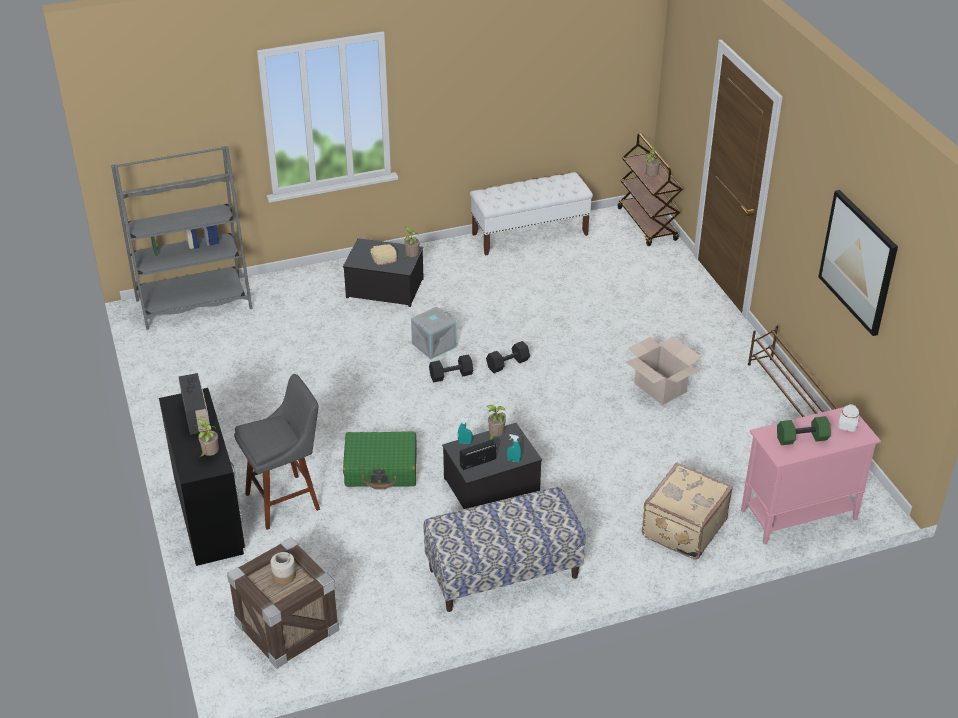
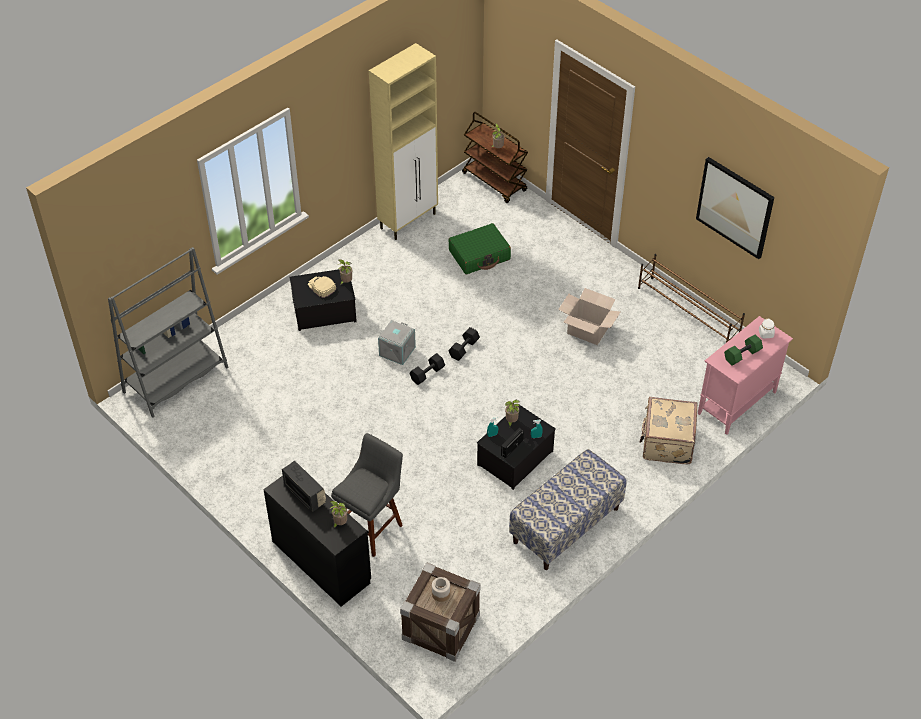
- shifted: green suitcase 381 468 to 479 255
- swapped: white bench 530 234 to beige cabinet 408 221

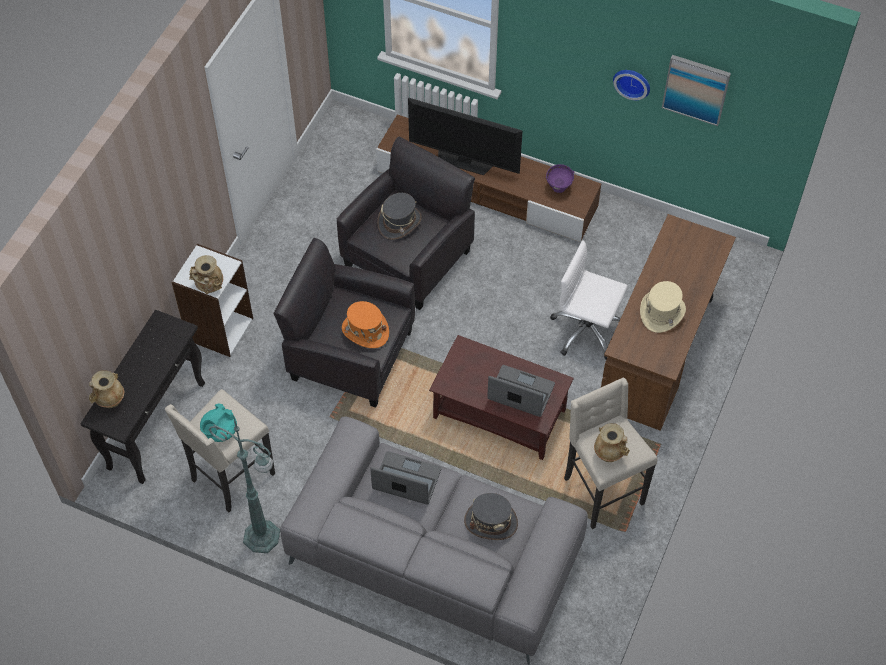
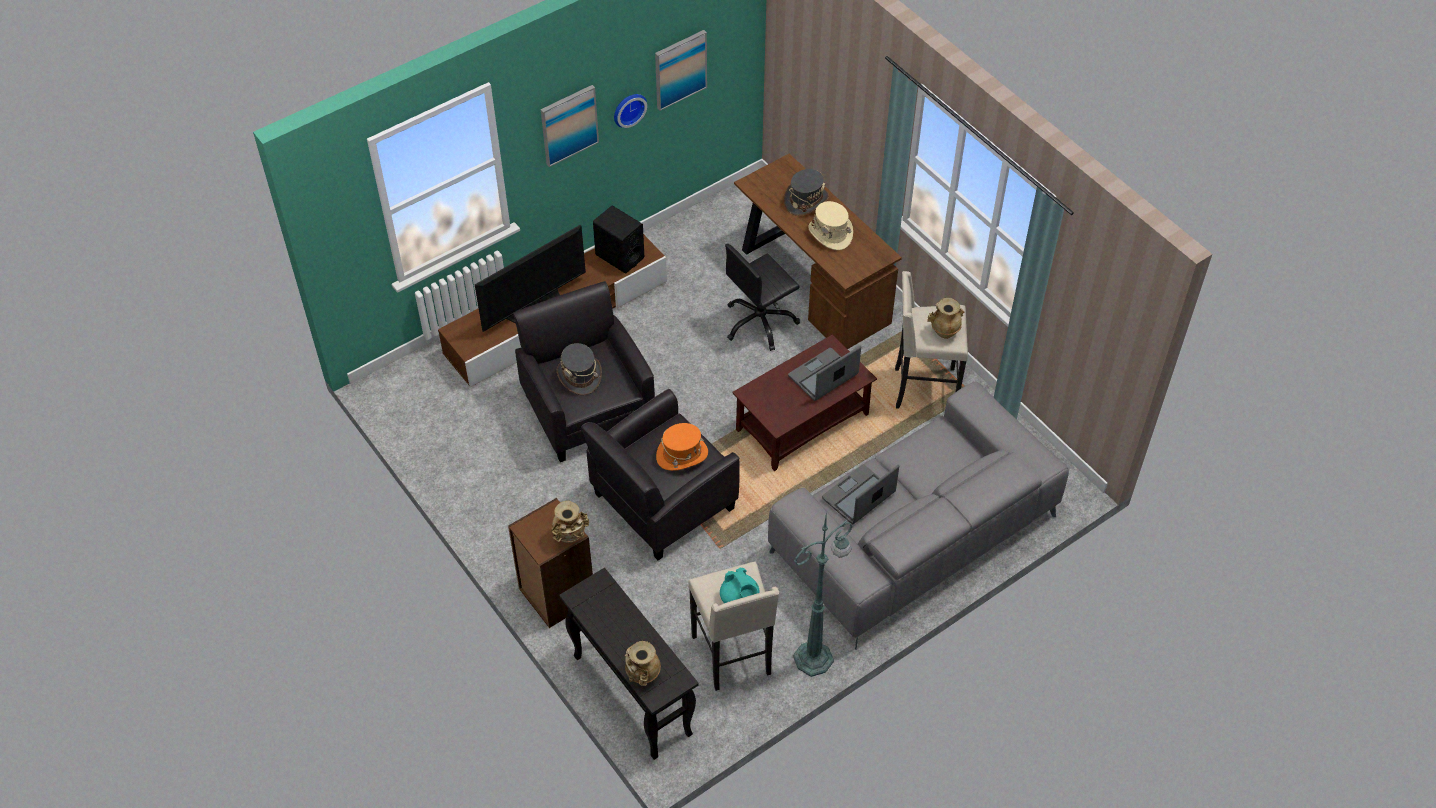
- new: picture 569 124
- shifted: grey hat 491 522 to 806 200
- swapped: purple bowl 559 189 to black speaker 619 256
- repainted: white bookcase 219 329 to brown bookcase 556 594
- repainted: white office chair 586 331 to black office chair 760 323

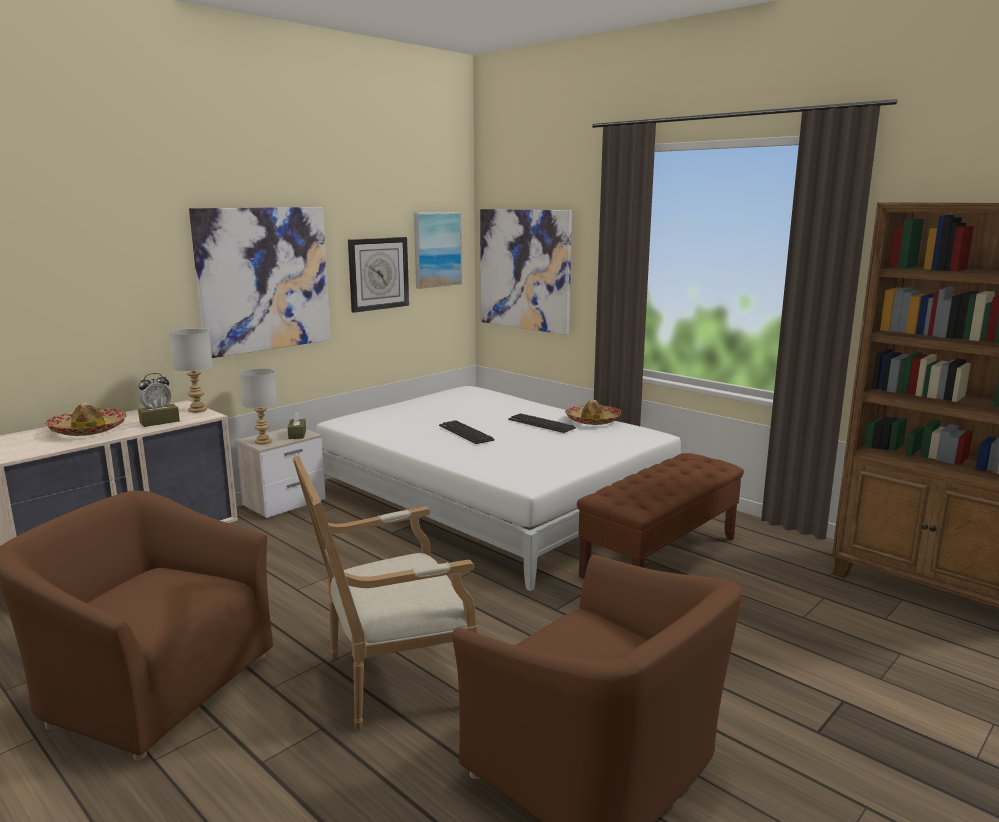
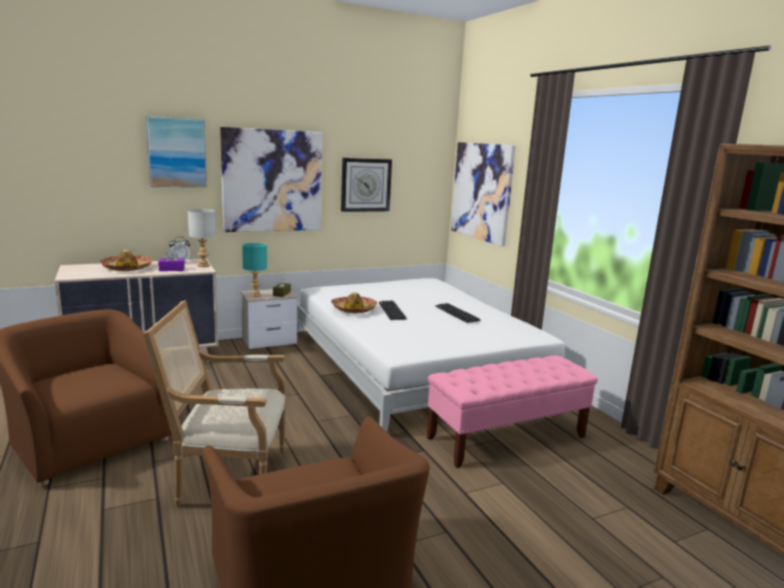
- shifted: picture 437 249 to 177 152
- shifted: hat 592 420 to 354 309
- repainted: brown tissue box 159 422 to purple tissue box 172 269
- repainted: grey table lamp 262 442 to turquoise table lamp 255 295
- repainted: brown bench 660 556 to pink bench 507 437

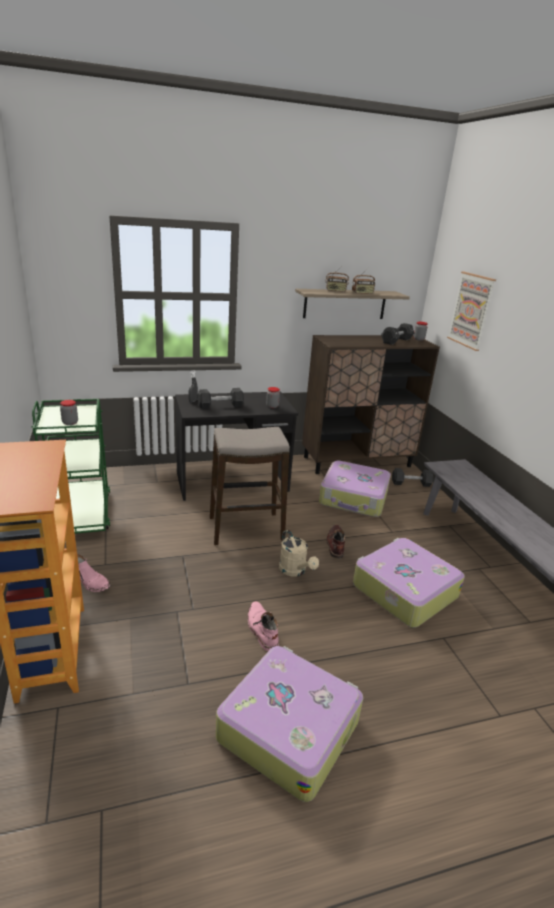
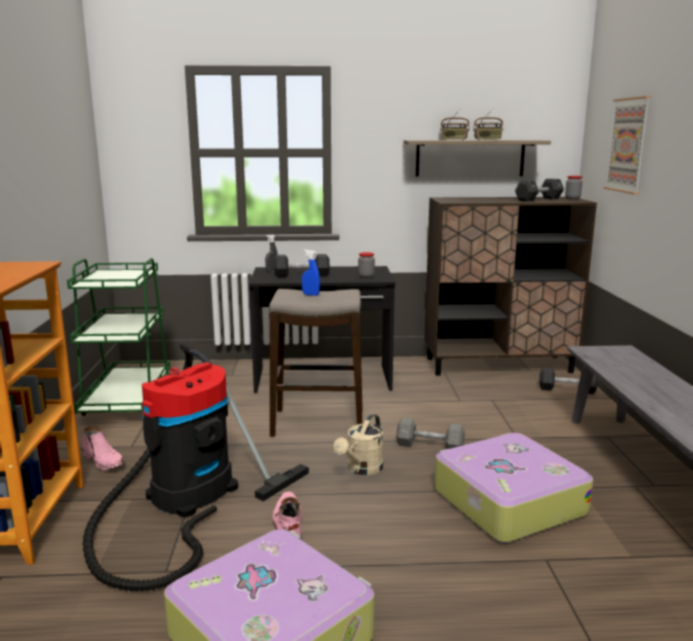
- gone: jar 70 423
- gone: suitcase 354 498
- new: vacuum cleaner 186 498
- new: blue spray bottle 310 294
- swapped: brown boot 335 544 to grey dumbbell 429 446
- rotated: beige watering can 295 571 = 362 469 45 degrees clockwise

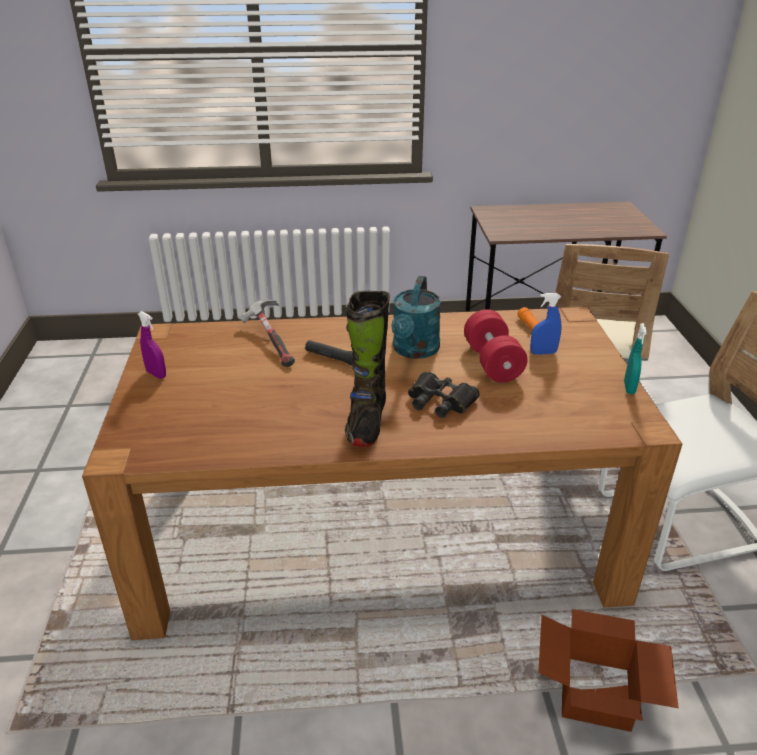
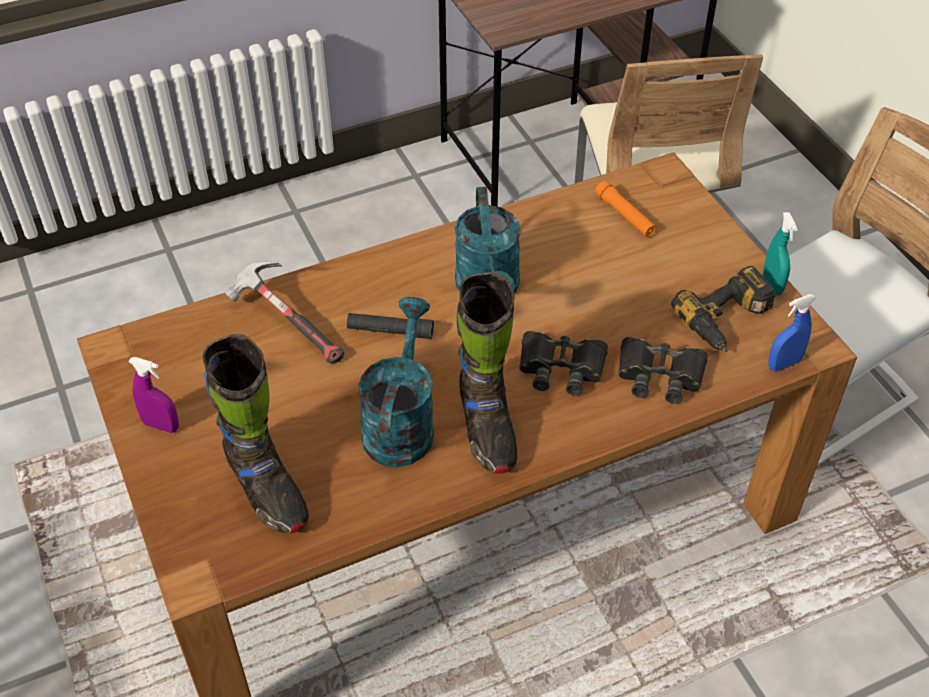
- gone: red dumbbell 492 362
- gone: cardboard box 598 695
- new: black boot 266 490
- new: turquoise watering can 400 423
- new: black binoculars 660 375
- new: power drill 728 321
- shifted: blue spray bottle 543 353 to 784 364

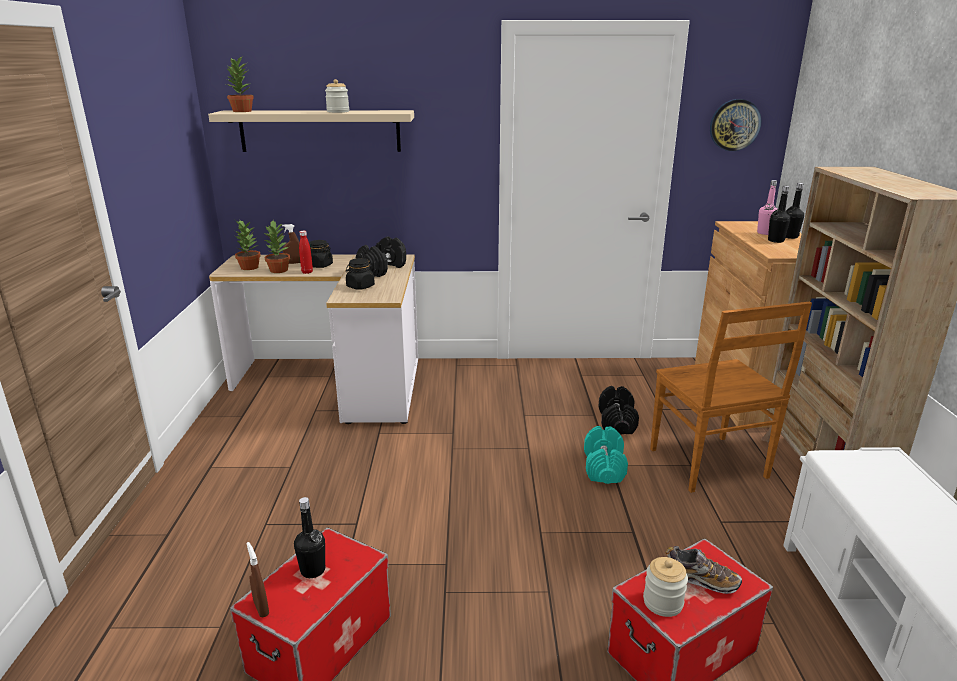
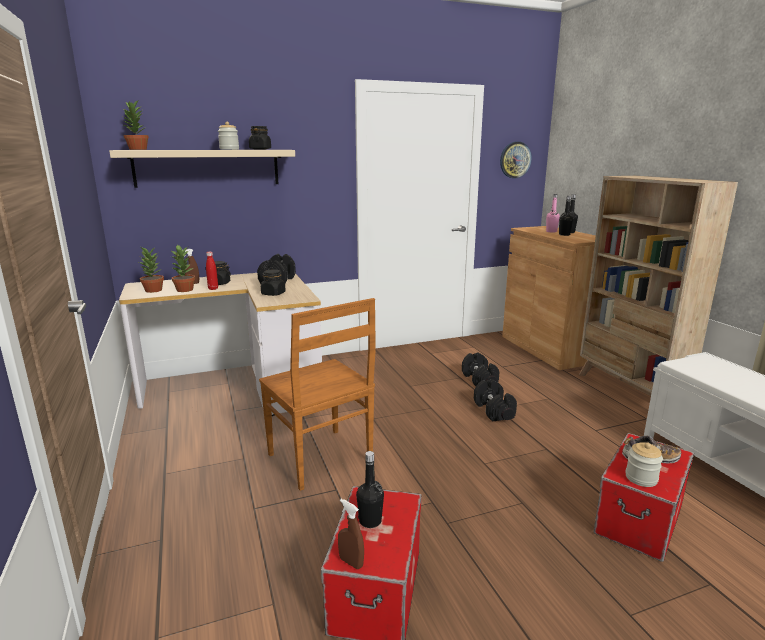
- new: black jar 260 149
- shifted: brown chair 709 465 to 321 459
- repainted: turquoise dumbbell 604 467 to black dumbbell 494 411

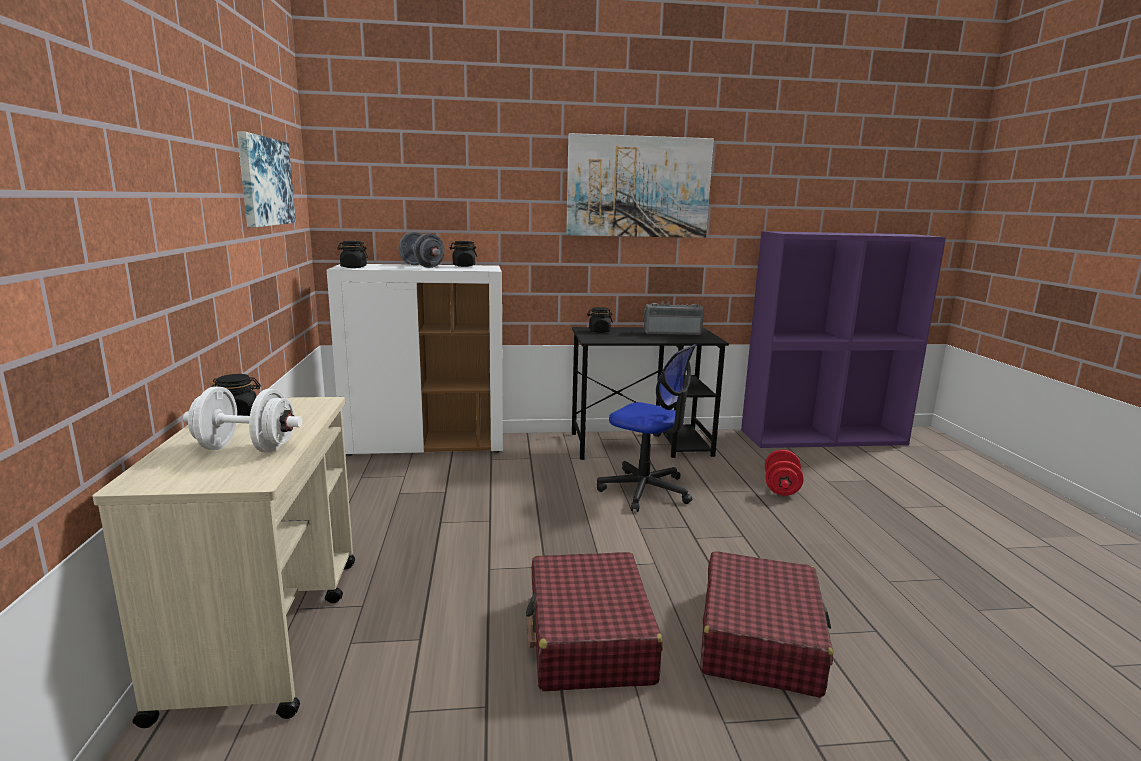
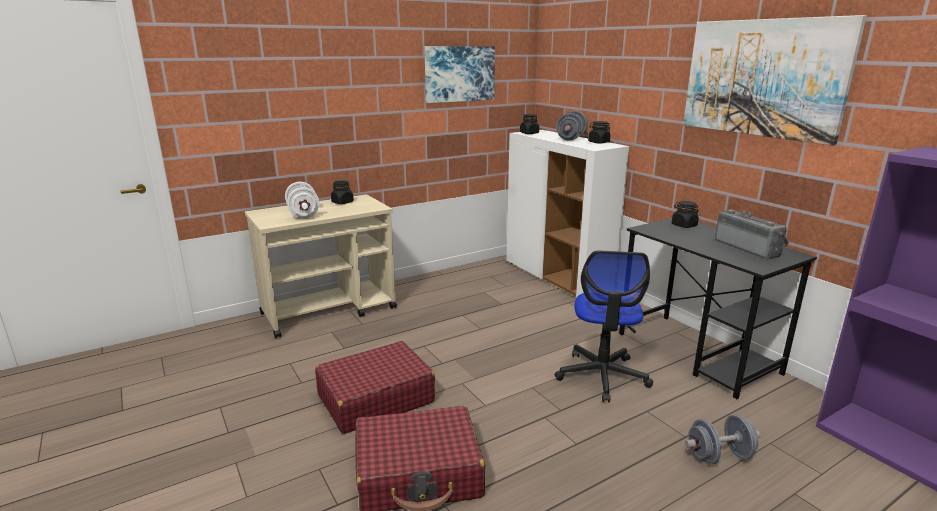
- repainted: red dumbbell 781 488 to grey dumbbell 719 456

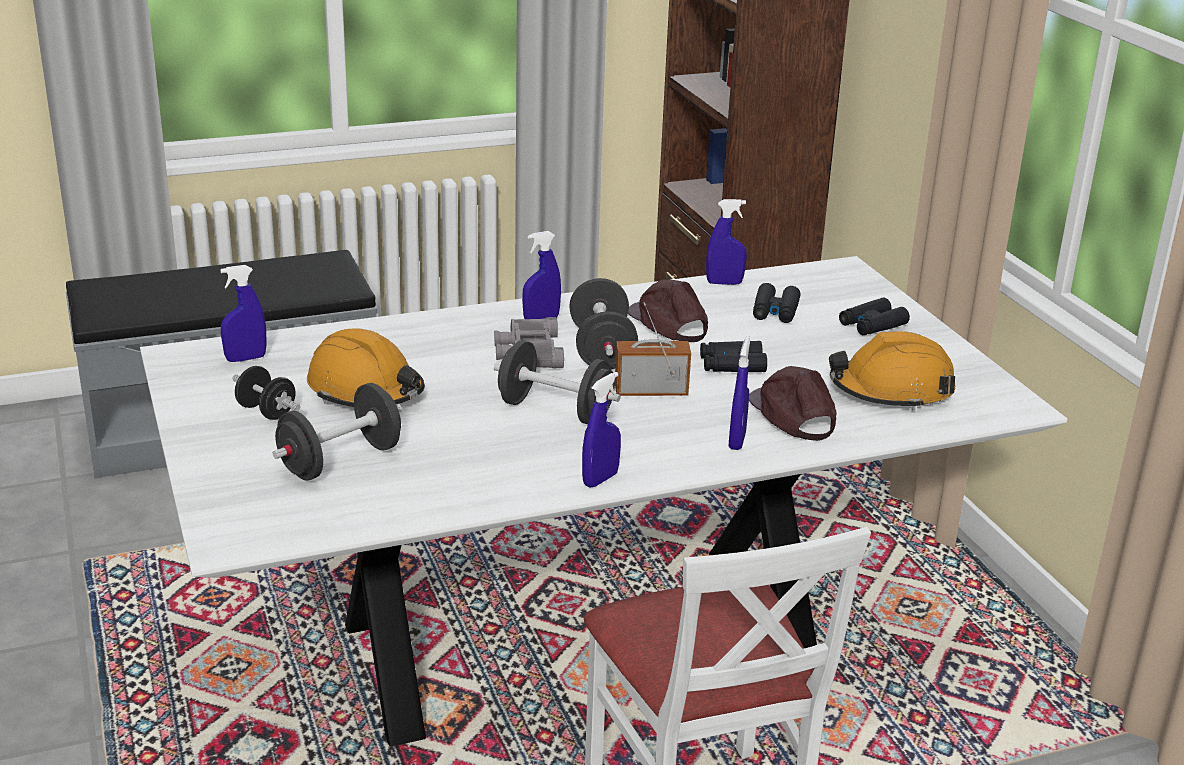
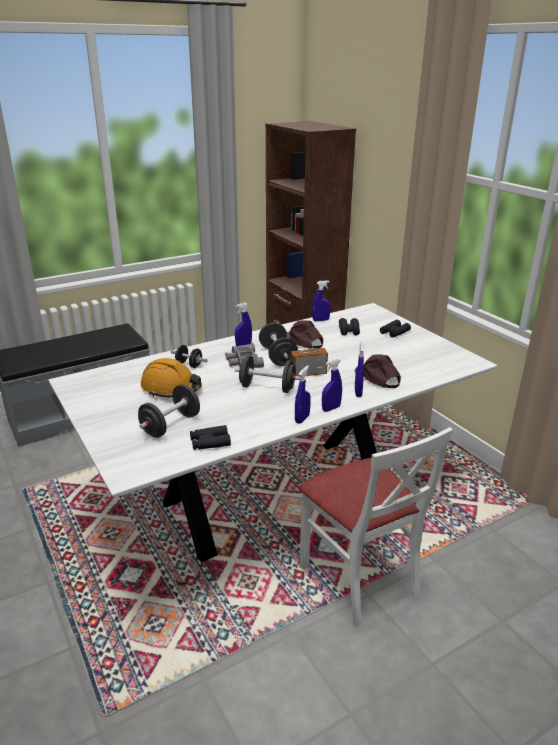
- gone: orange hard hat 891 390
- shifted: blue spray bottle 246 358 to 331 408
- shifted: black dumbbell 266 411 to 189 365
- shifted: black binoculars 732 365 to 210 442

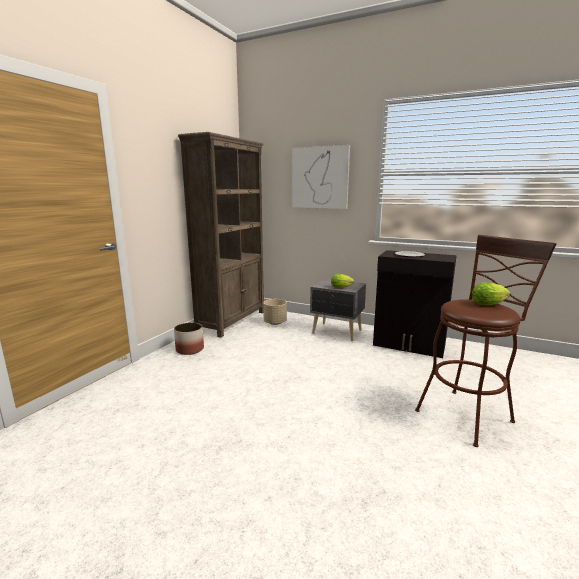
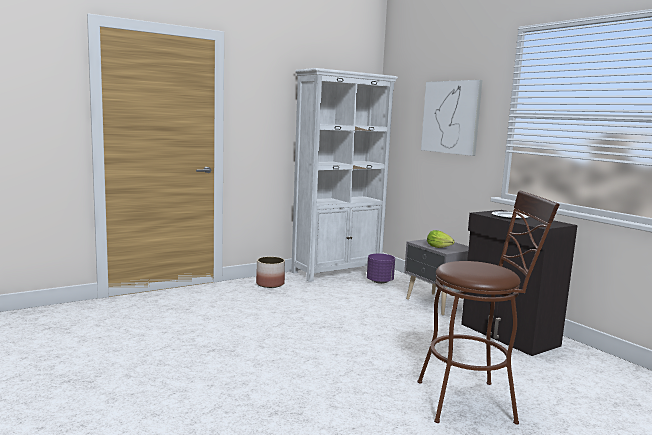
- gone: lettuce 490 304
- repainted: brown bookcase 232 321 to white bookcase 338 271
- repainted: beige planter 275 322 to purple planter 380 281

